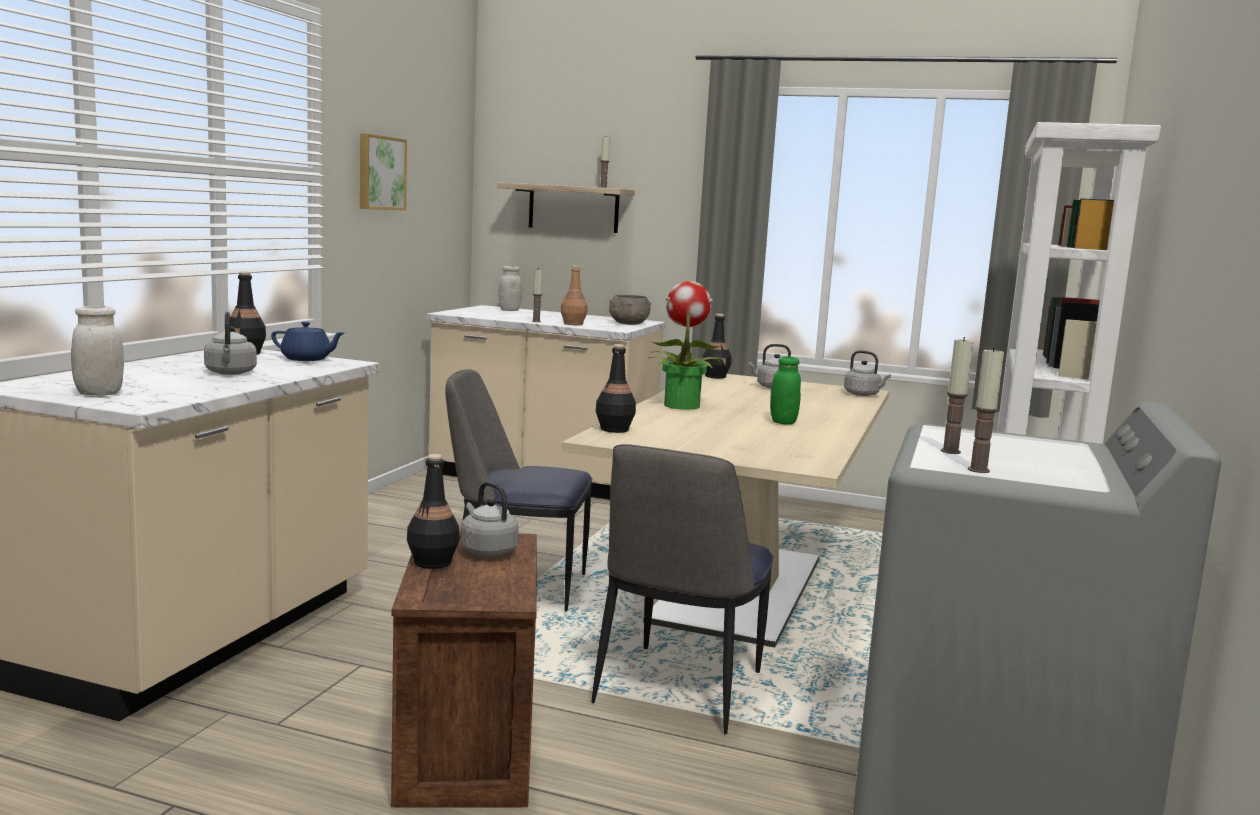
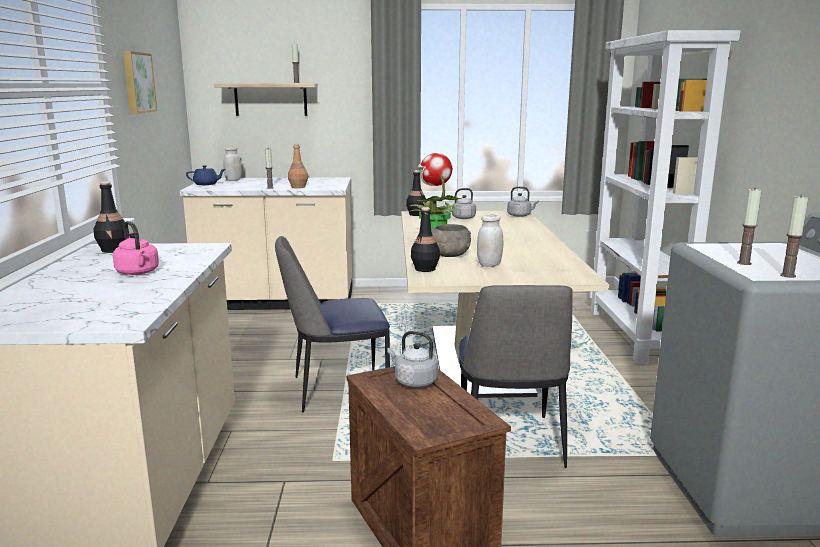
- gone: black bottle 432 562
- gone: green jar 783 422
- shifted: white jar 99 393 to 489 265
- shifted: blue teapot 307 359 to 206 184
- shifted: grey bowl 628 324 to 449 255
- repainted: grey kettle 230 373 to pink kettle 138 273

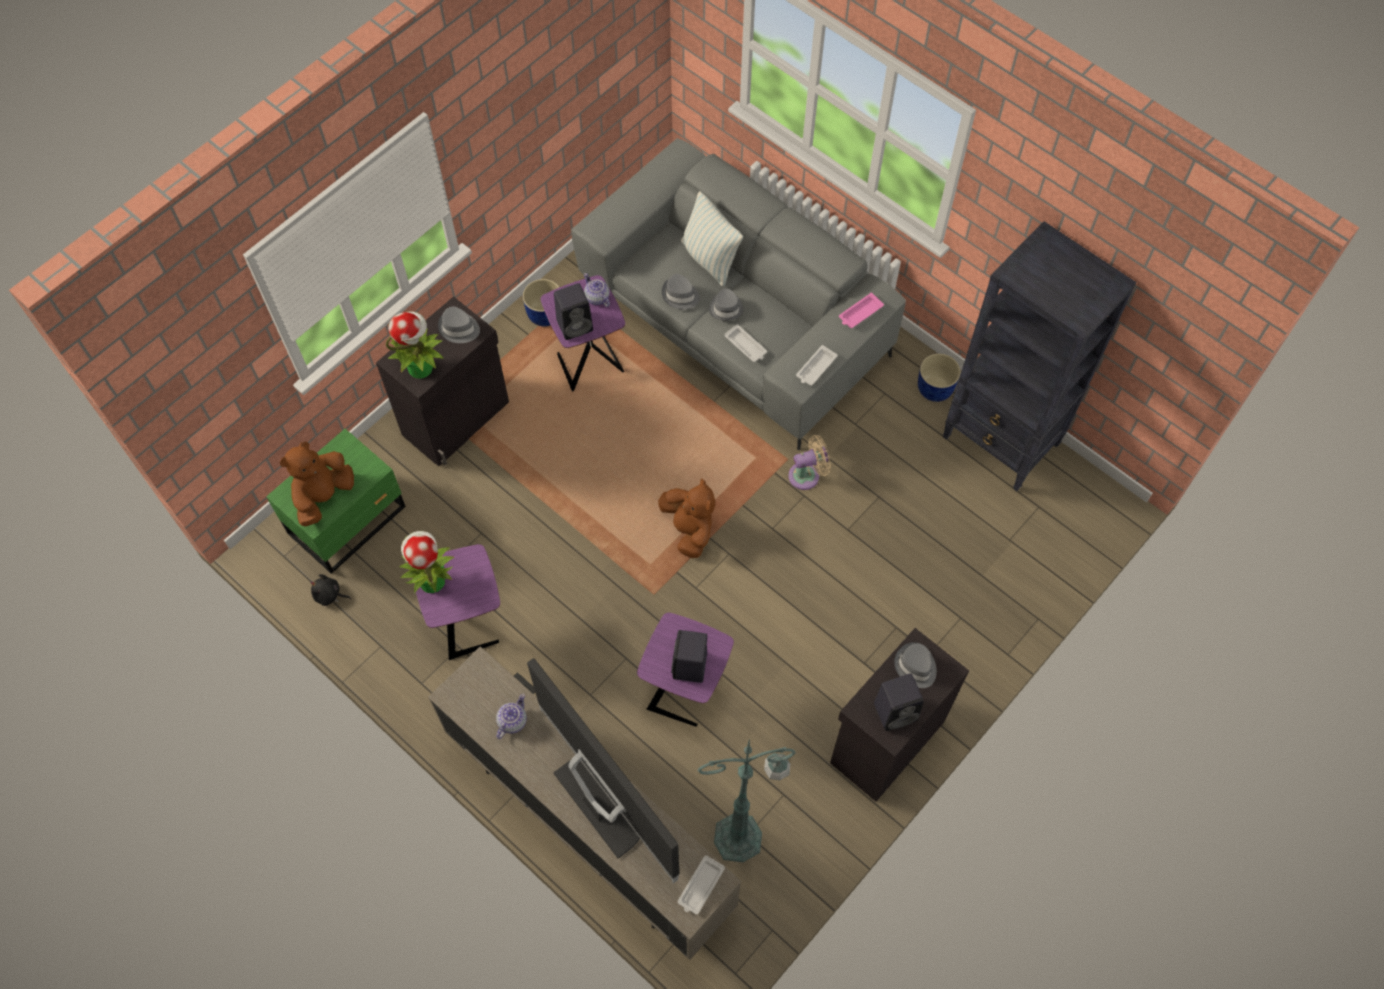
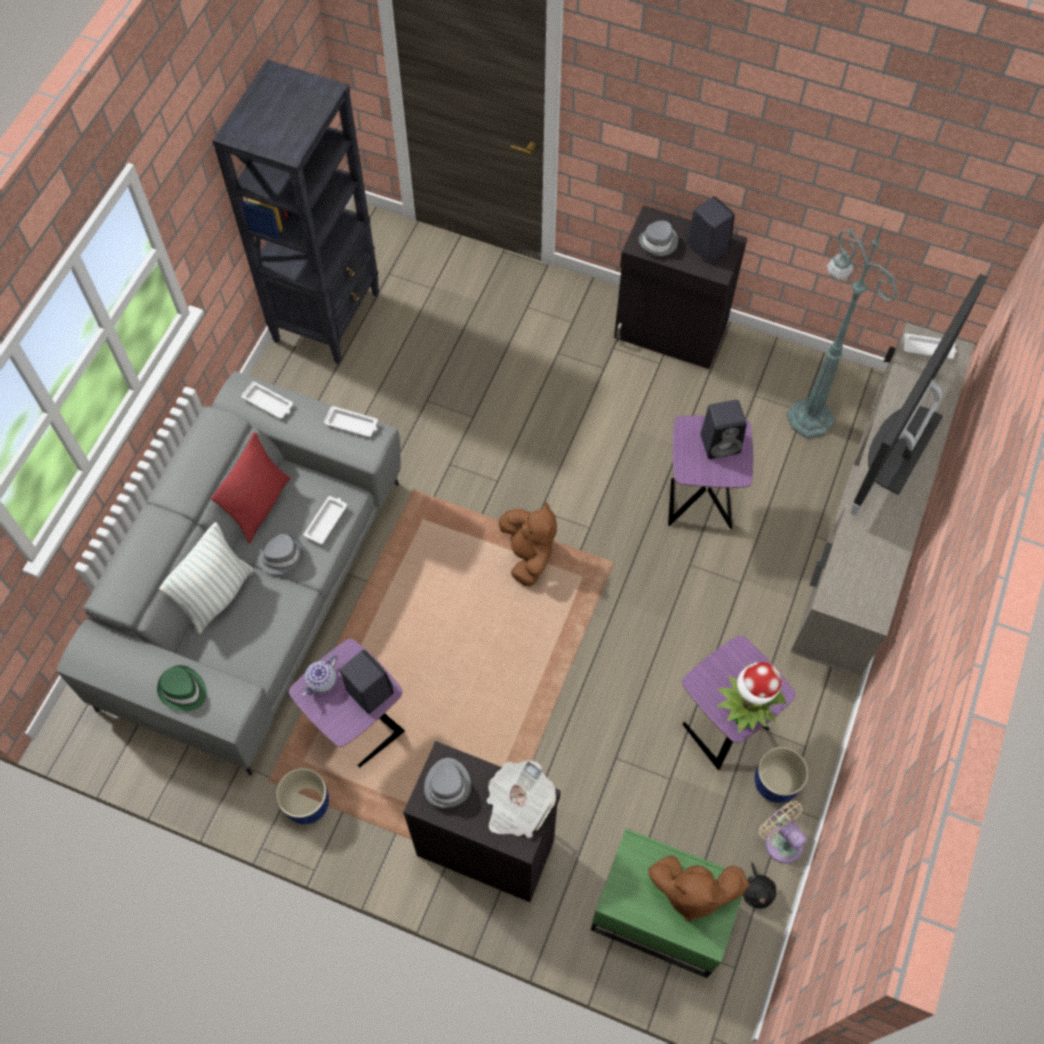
- gone: teapot 512 721
- gone: grey hat 680 295
- new: green hat 182 690
- new: red pillow 260 506
- shifted: beige fan 807 475 to 781 840
- shifted: blue planter 935 389 to 776 782
- swapped: potted plant 421 367 to newspaper 517 805
- repainted: pink tray 860 313 to white tray 268 403
- rotated: brown plush toy 689 529 = 528 554 120 degrees clockwise

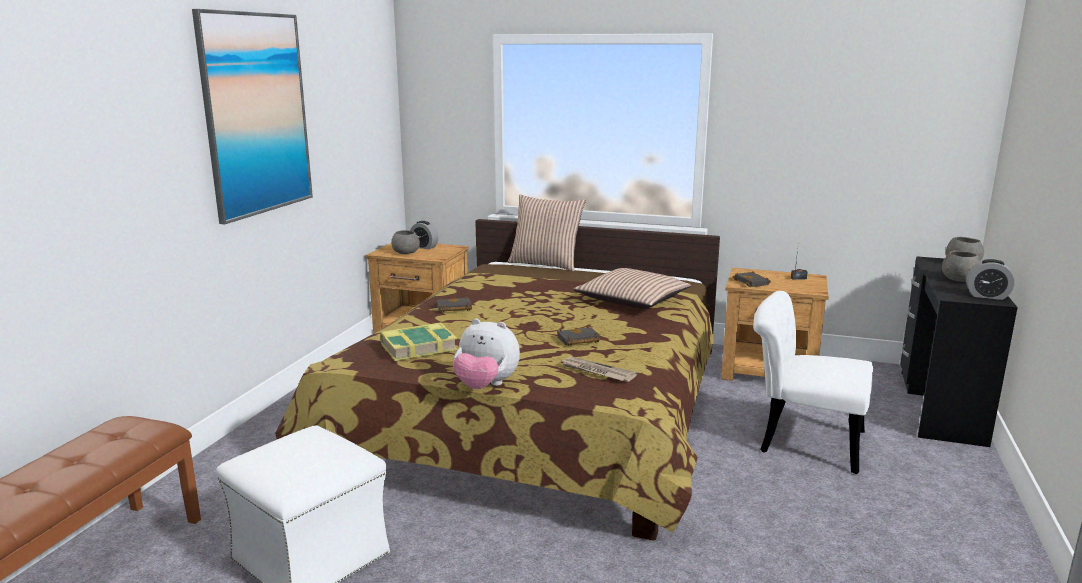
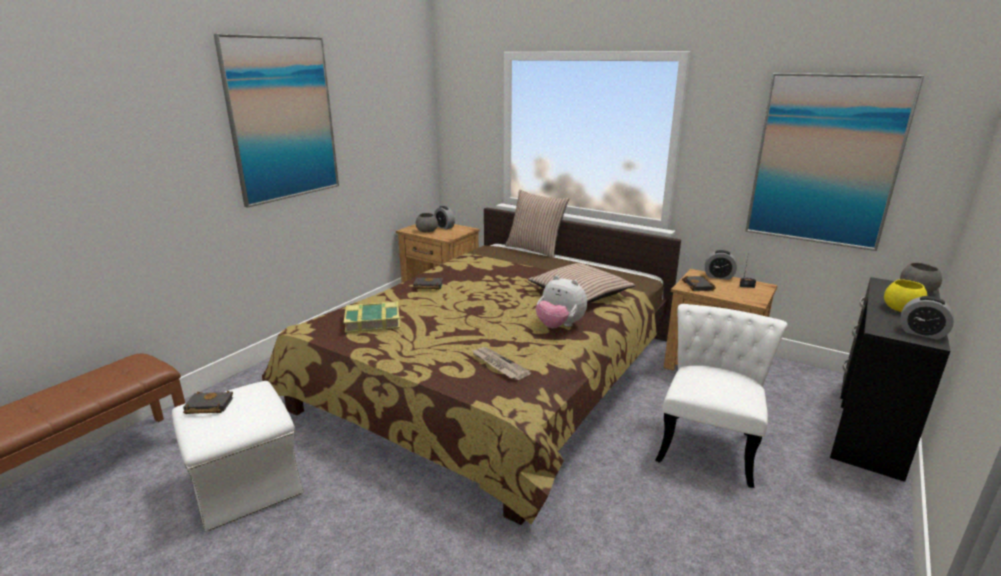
- new: alarm clock 718 276
- new: picture 825 161
- shifted: plush toy 486 386 to 559 326
- shifted: black book 577 340 to 207 407
- repainted: grey bowl 959 279 to yellow bowl 901 309
- rotated: white chair 801 440 = 708 442 75 degrees clockwise

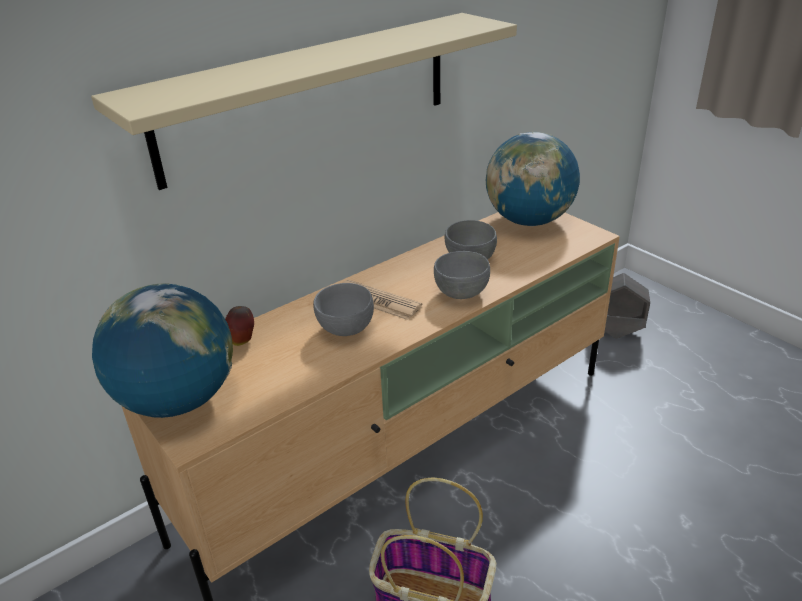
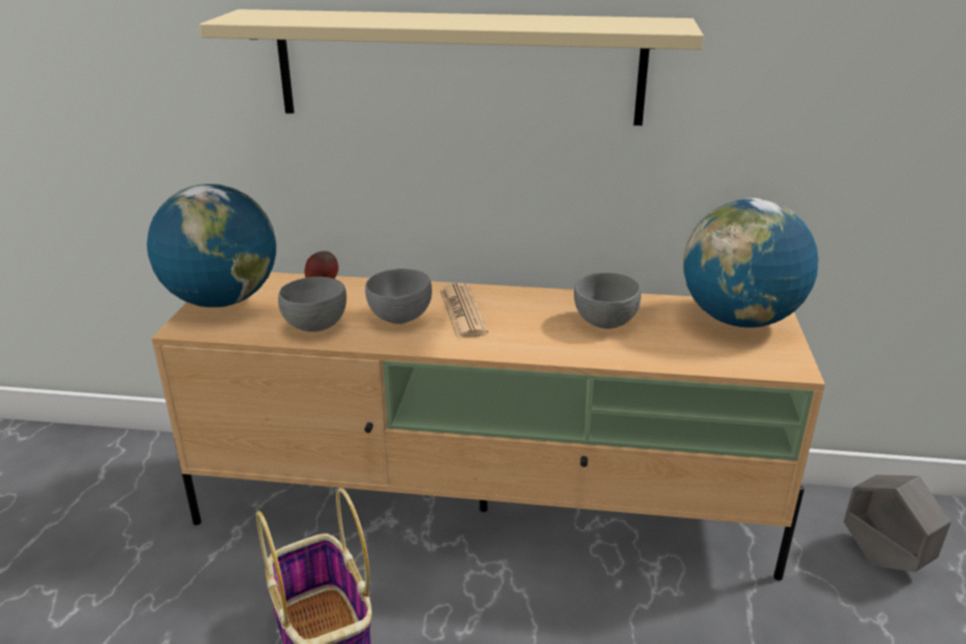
- shifted: grey bowl 462 293 to 315 327

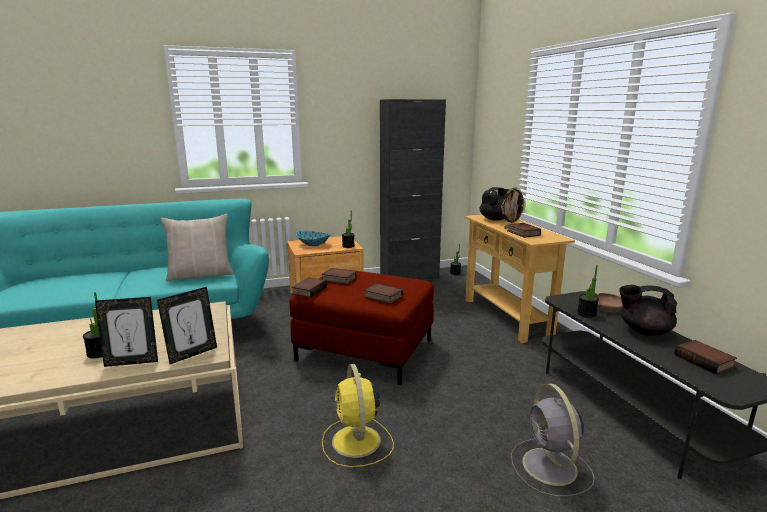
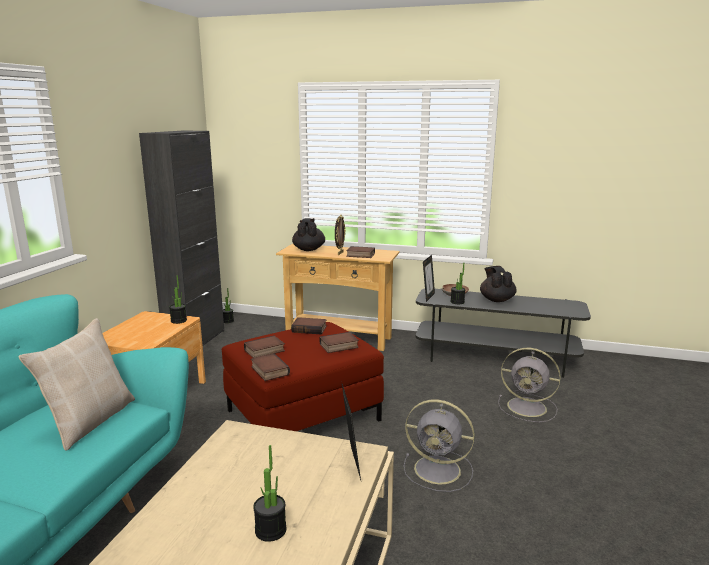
- gone: bowl 313 244
- shifted: picture frame 132 362 to 428 297
- shifted: book 705 361 to 310 329
- repainted: yellow fan 356 442 to grey fan 439 470
- rotated: black teapot 643 331 = 496 300 120 degrees clockwise

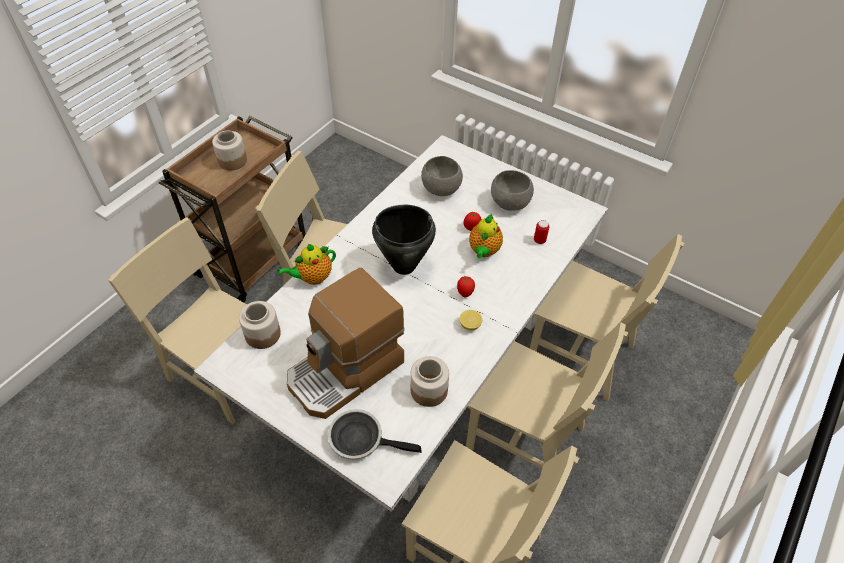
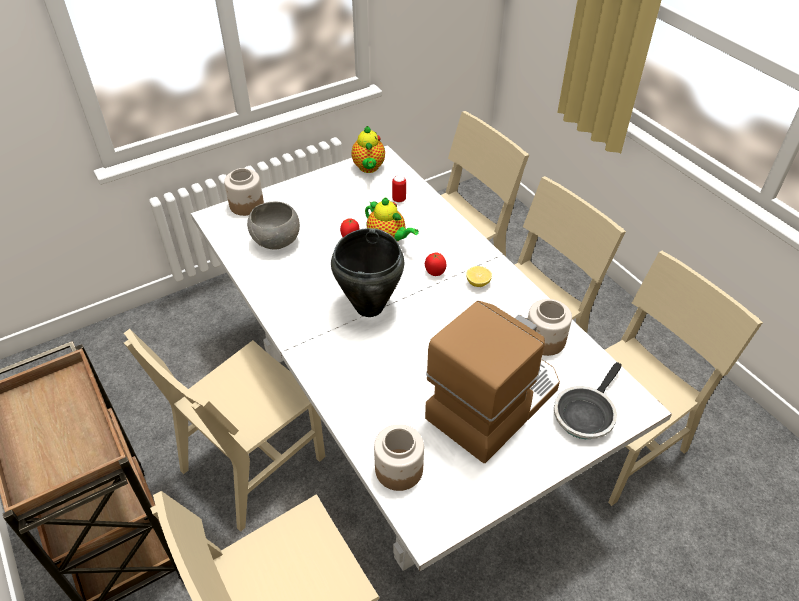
- gone: grey bowl 510 203
- shifted: jar 232 161 to 247 205
- shifted: teapot 312 277 to 369 168
- rotated: coffee machine 346 371 = 492 401 120 degrees counterclockwise

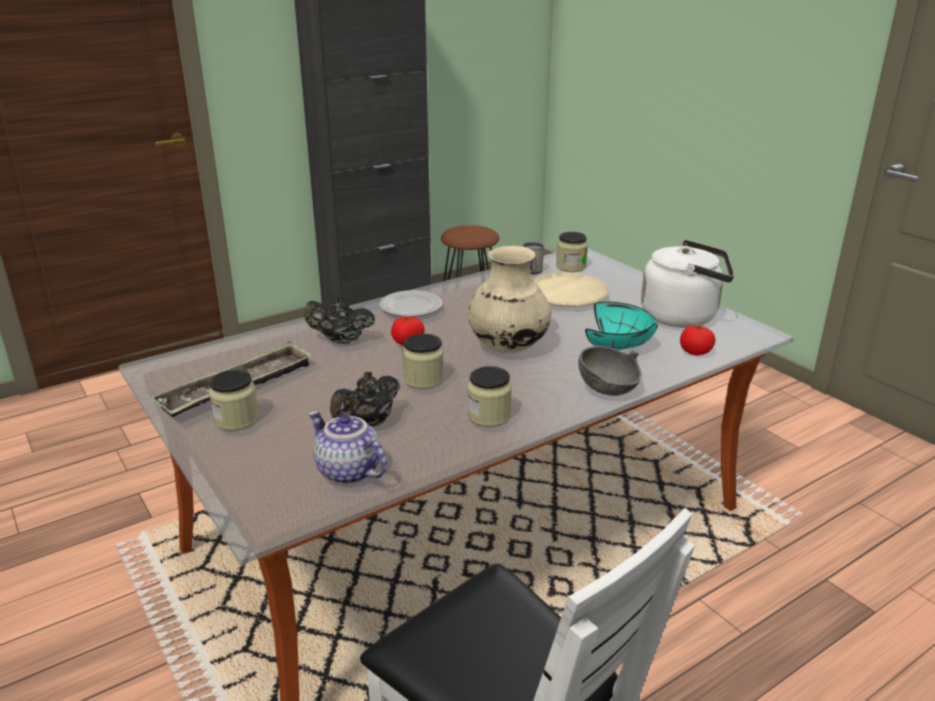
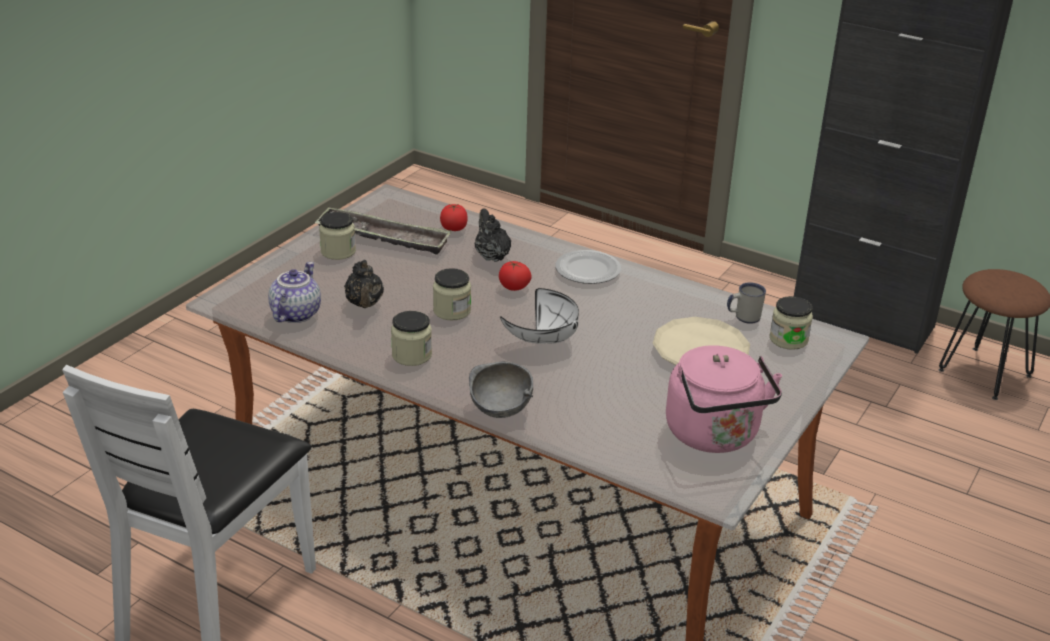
- gone: turquoise bowl 620 347
- shifted: tomato 695 352 to 453 228
- swapped: beige vase 508 347 to white bowl 545 339
- repainted: white kettle 683 316 to pink kettle 715 436
- rotated: black teapot 368 423 = 365 304 120 degrees counterclockwise

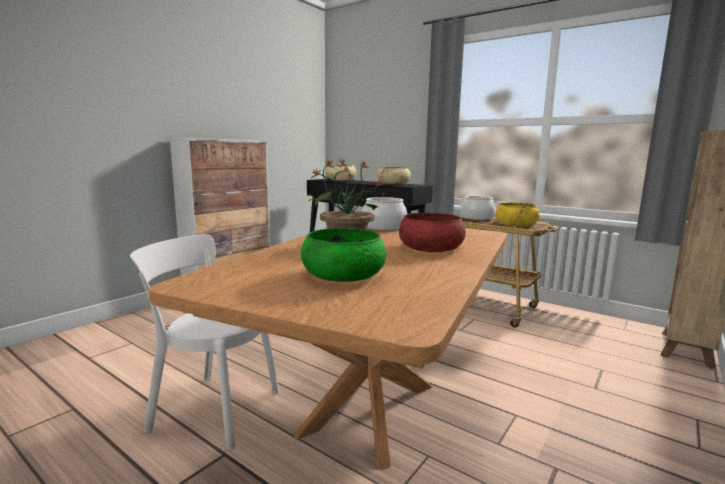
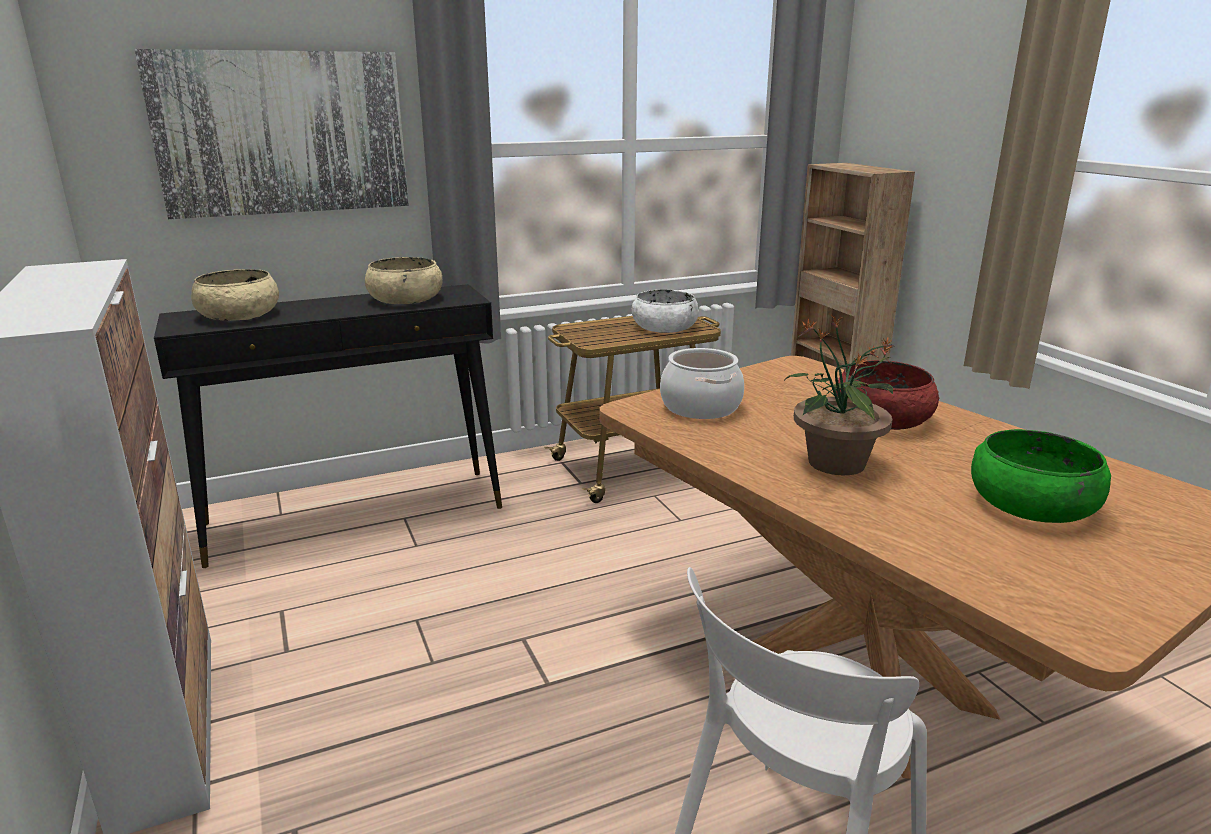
- gone: cooking pot 477 218
- new: picture 282 133
- repainted: yellow bowl 516 224 to white bowl 664 327

